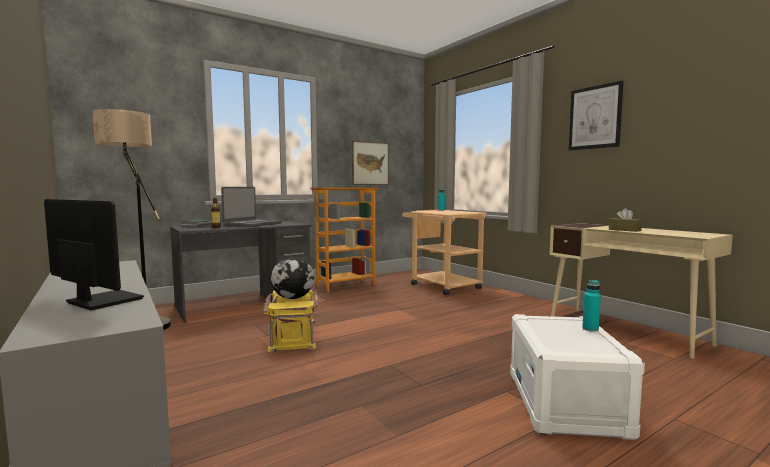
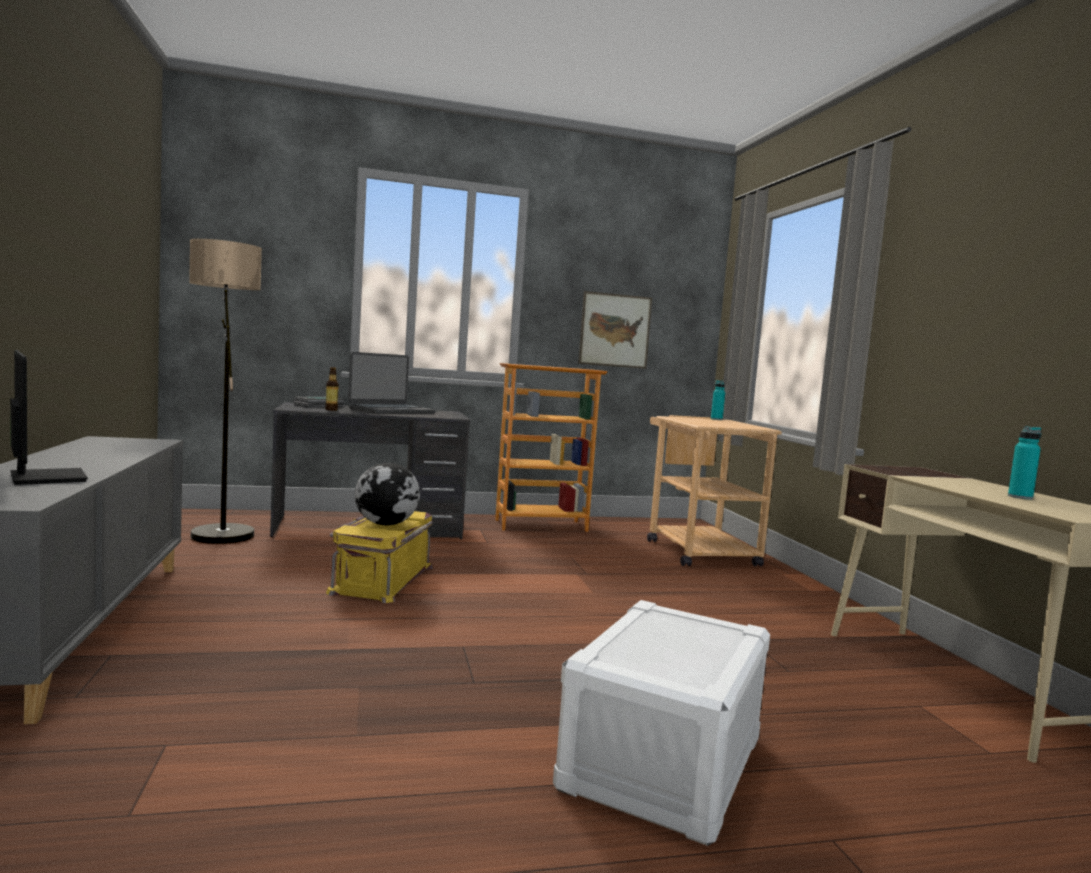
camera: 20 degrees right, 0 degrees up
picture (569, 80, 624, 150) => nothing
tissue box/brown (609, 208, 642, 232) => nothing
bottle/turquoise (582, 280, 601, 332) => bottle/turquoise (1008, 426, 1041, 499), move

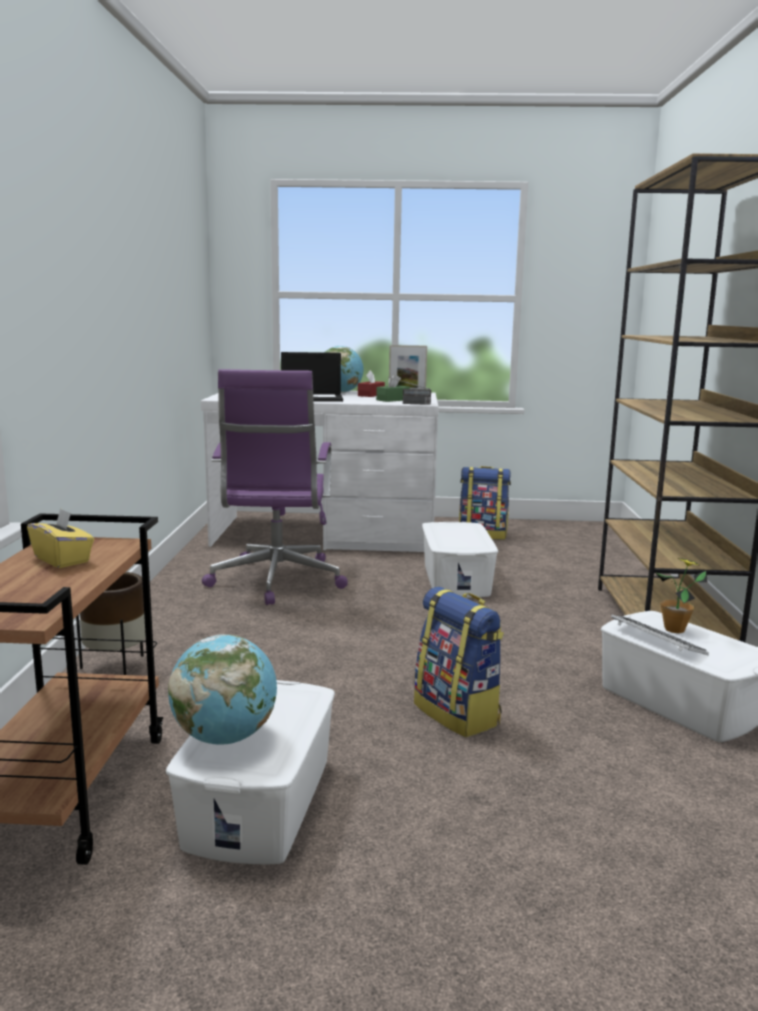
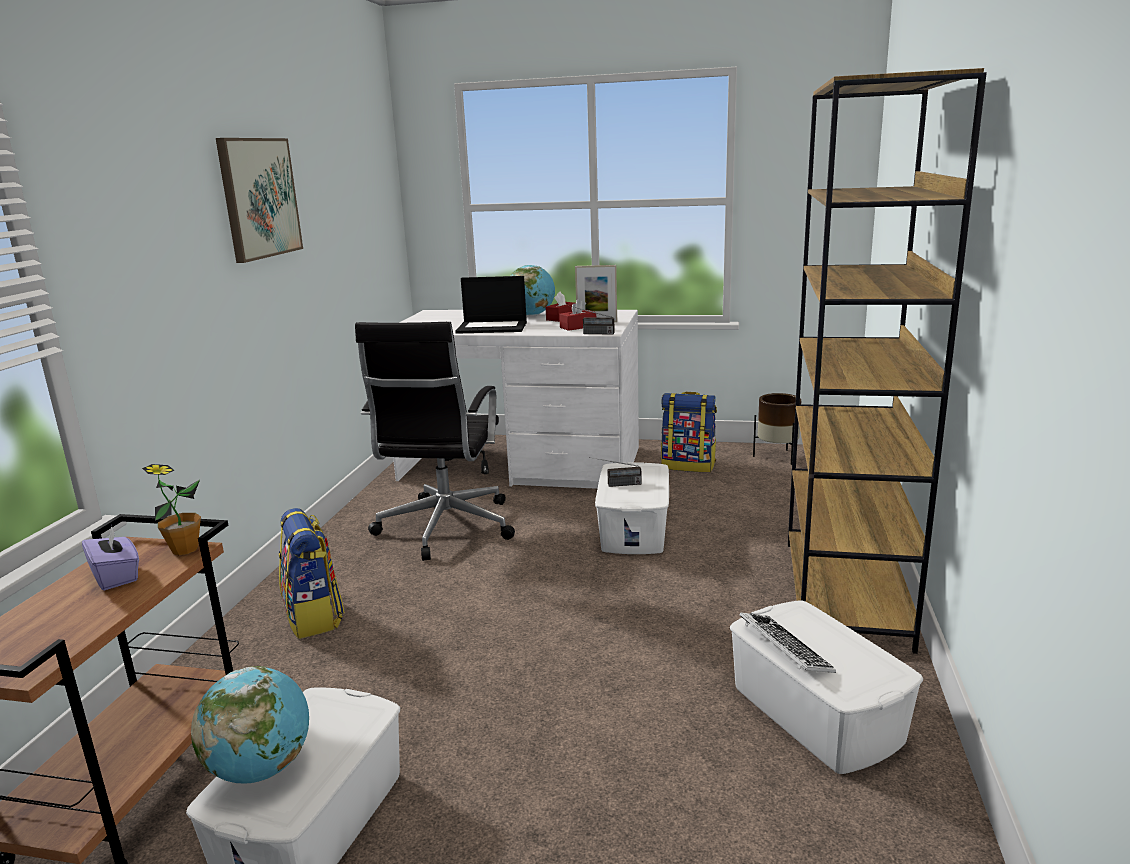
camera: 10 degrees right, 5 degrees up
nothing => picture (216, 138, 303, 263)
nothing => radio (589, 457, 641, 487)
planter/brown (76, 572, 146, 675) => planter/brown (753, 393, 801, 465), move
backpack (414, 587, 504, 737) => backpack (279, 508, 345, 639), move
potted plant (655, 558, 707, 633) => potted plant (142, 464, 201, 555), move
tissue box/yellow (27, 508, 94, 568) => tissue box/purple (82, 526, 139, 590)
office chair/purple (202, 369, 348, 605) => office chair/black (355, 322, 515, 561)
tissue box/green (376, 374, 410, 402) => tissue box/red (559, 299, 596, 331)

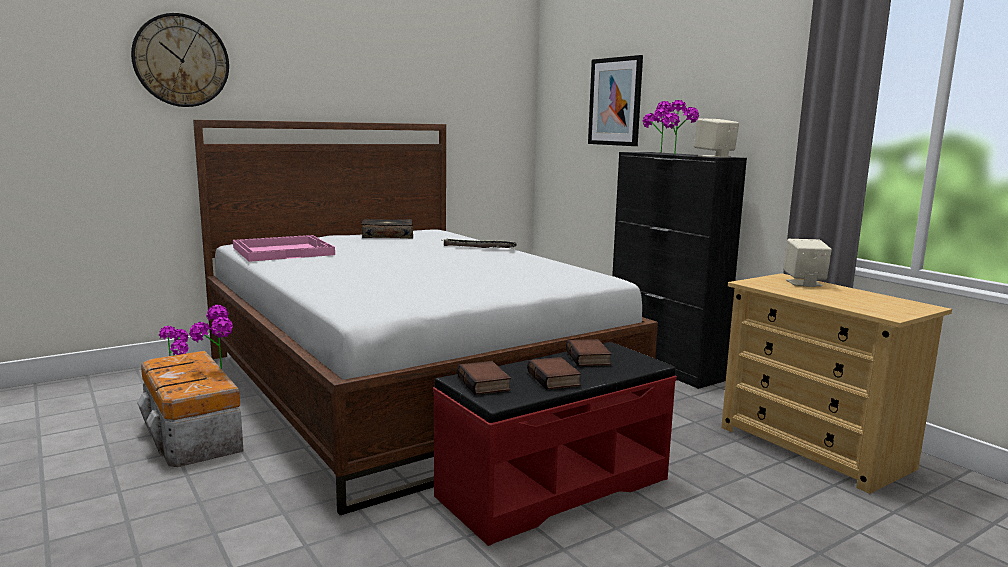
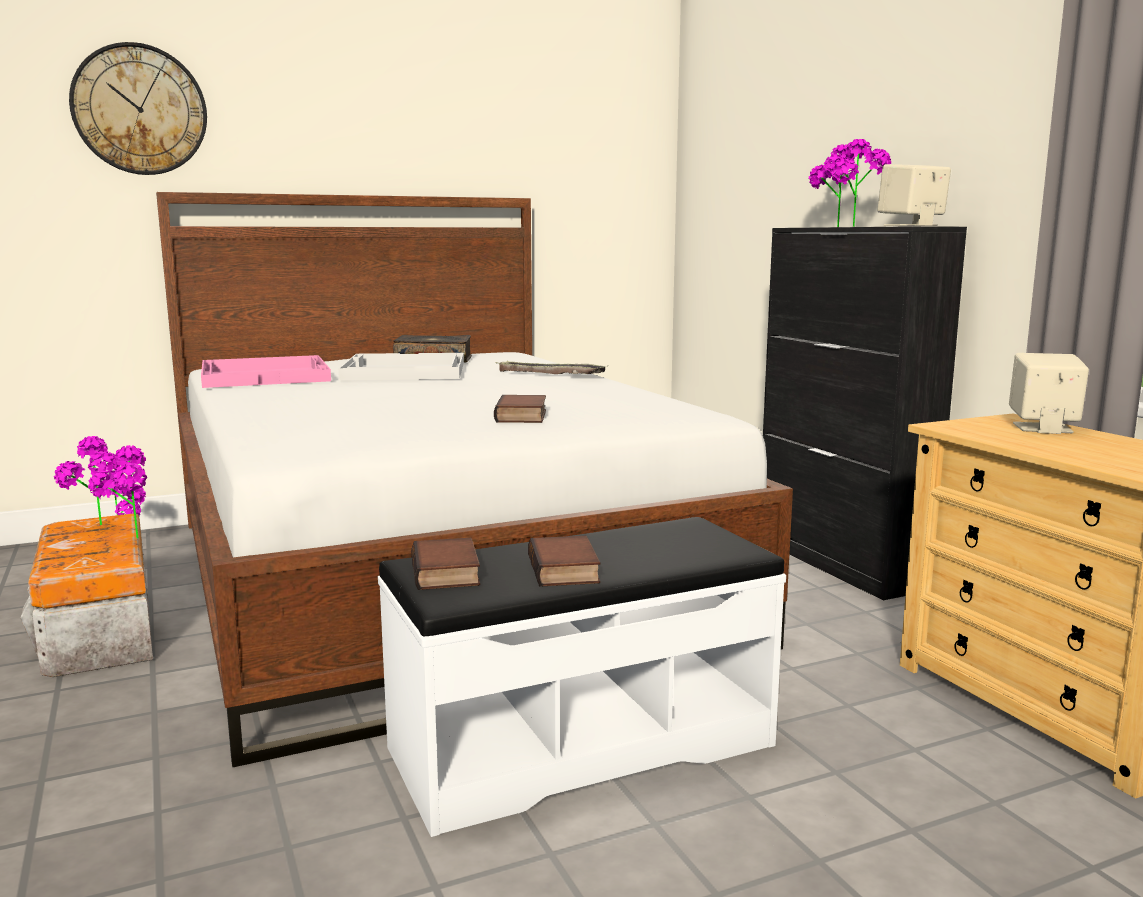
camera: 10 degrees right, 0 degrees up
picture (588, 55, 643, 146) => nothing
nothing => potted plant (54, 436, 120, 525)
nothing => tray/white (338, 353, 464, 380)
book (566, 339, 611, 366) => book (494, 395, 546, 423), move
bench/red (433, 342, 677, 546) => bench/white (378, 517, 786, 837)

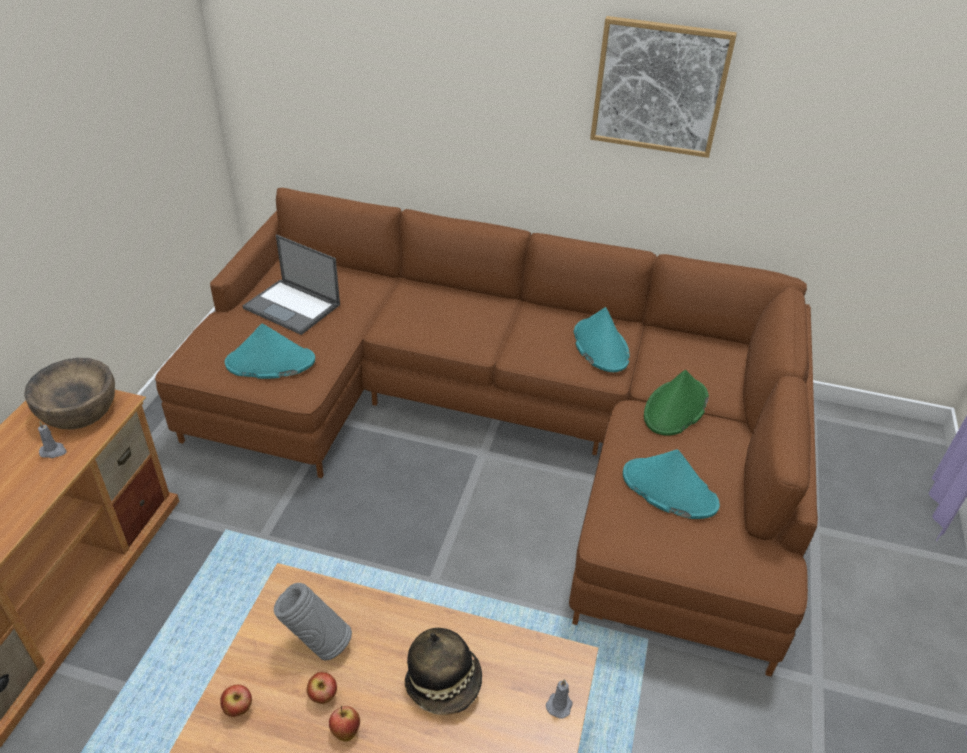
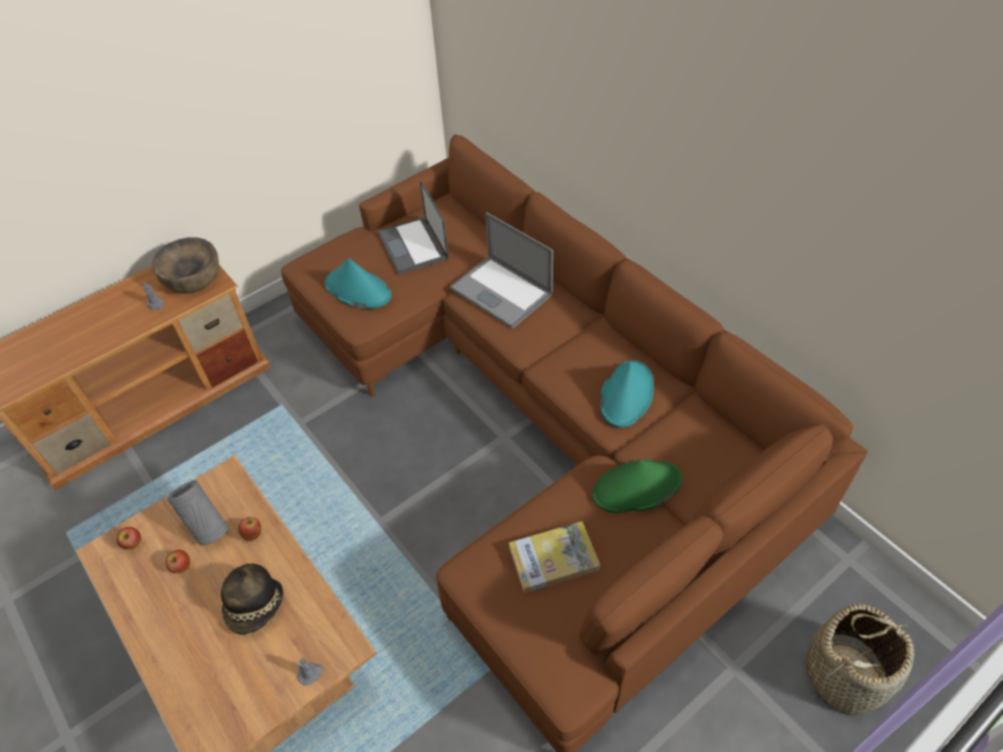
camera: 40 degrees right, 10 degrees up
picture (590, 16, 737, 158) => nothing
nothing => laptop (450, 212, 553, 328)
nothing => basket (805, 604, 914, 716)
apple (329, 706, 360, 741) => apple (238, 517, 261, 541), move
hat/turquoise (623, 449, 720, 519) => book (509, 521, 600, 593)

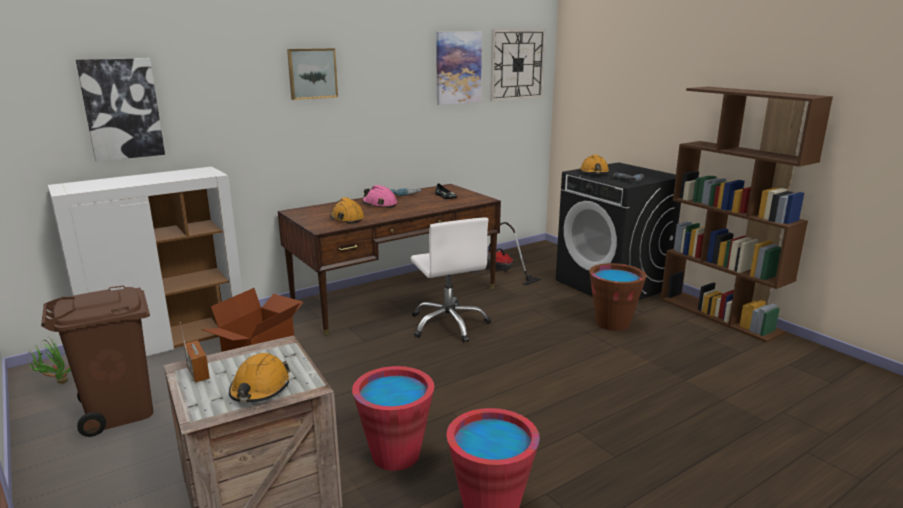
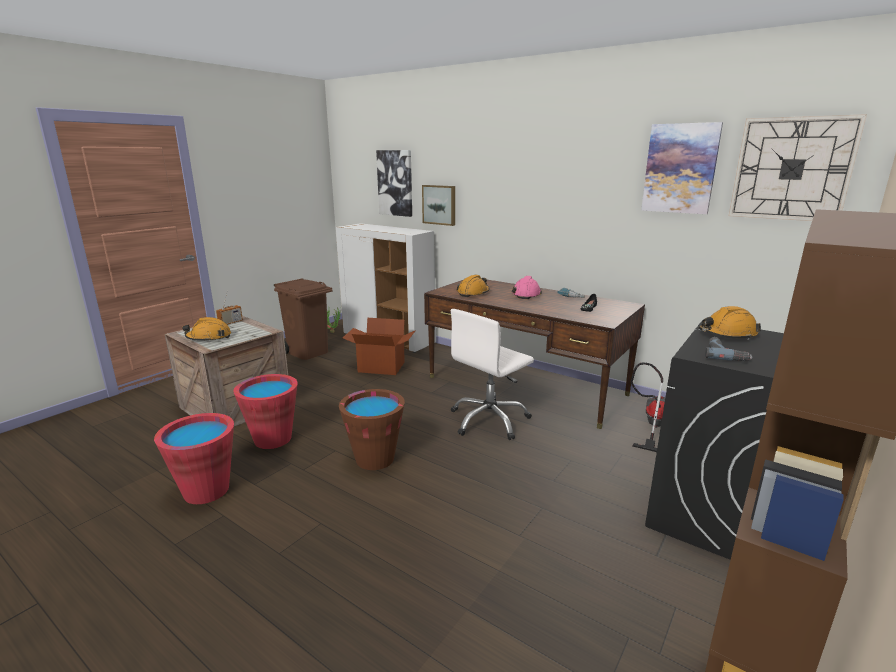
camera: 70 degrees right, 0 degrees up
picture (287, 48, 338, 100) => picture (422, 185, 455, 226), move
bucket/brown (589, 263, 647, 331) => bucket/brown (339, 389, 405, 470), move

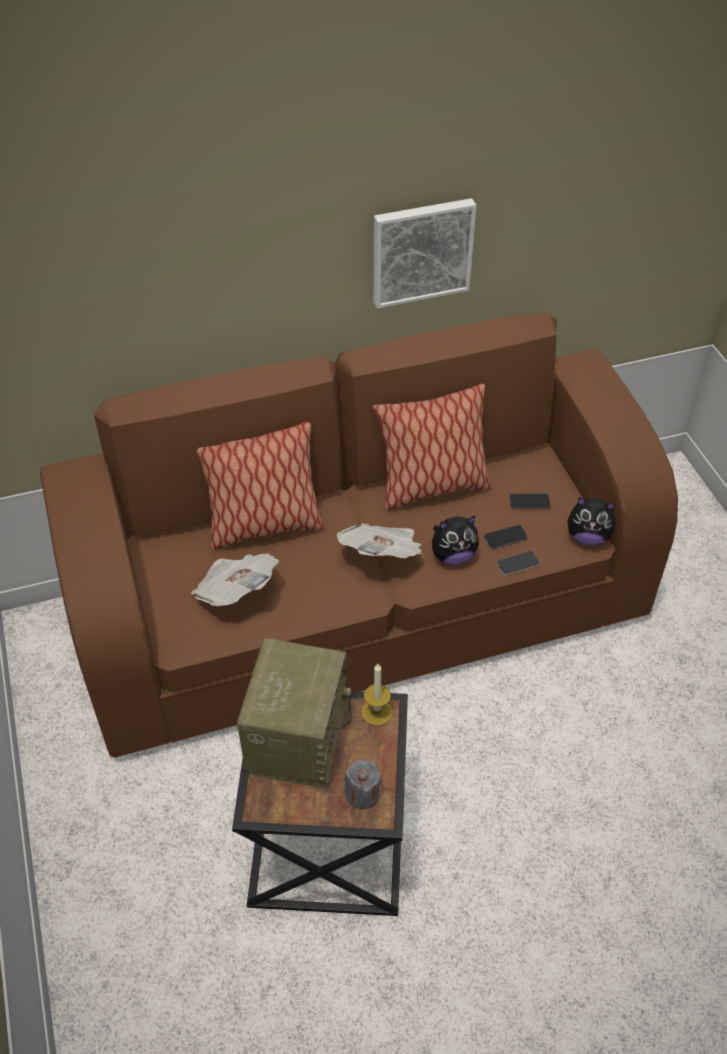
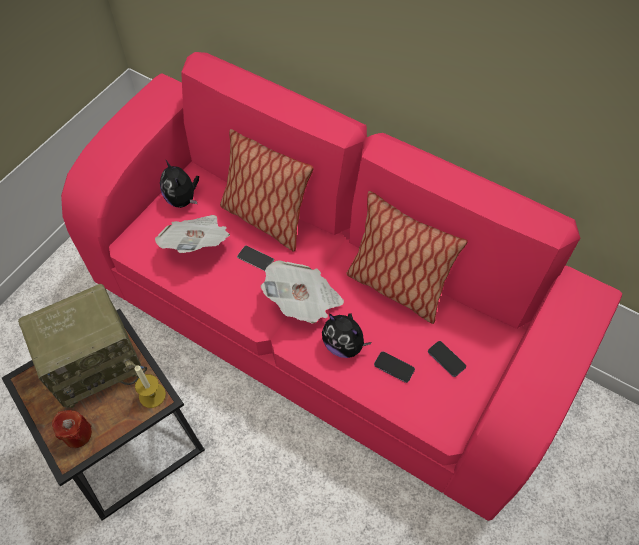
camera: 50 degrees right, 10 degrees up
picture (373, 198, 477, 309) => nothing
phone (496, 551, 541, 575) => phone (237, 245, 274, 271), move
plush toy (567, 497, 616, 546) => plush toy (160, 159, 199, 208), move
sofa/brown (40, 312, 678, 758) => sofa/pink (61, 52, 622, 521)
candle/grey (344, 760, 382, 809) => candle/red (52, 410, 92, 448)

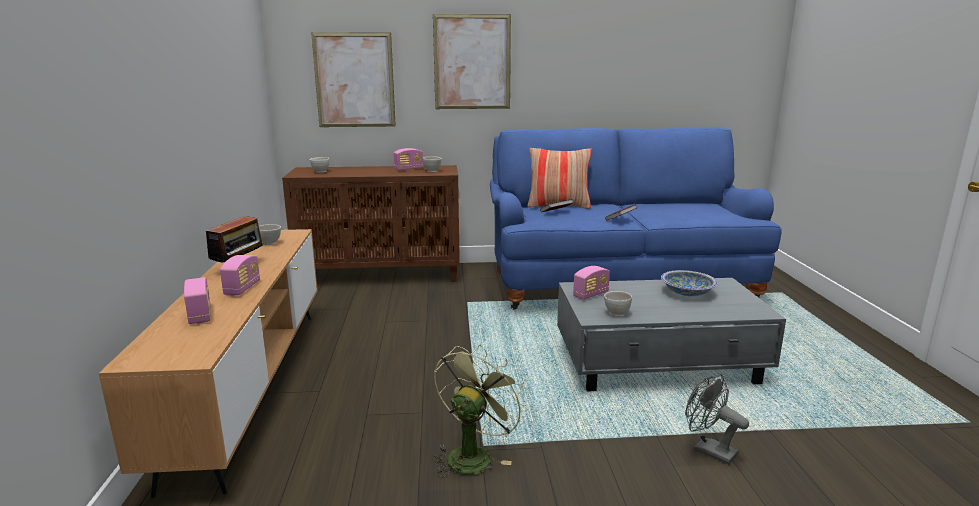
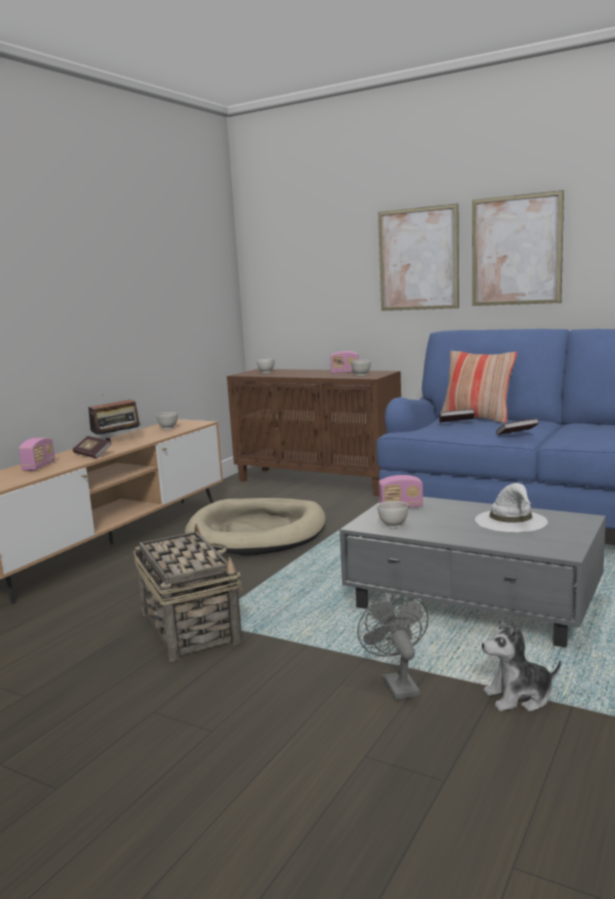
camera: 35 degrees right, 5 degrees down
nothing => dog bed/beige (185, 498, 326, 556)
nothing => plush toy (482, 619, 561, 712)
picture (311, 32, 396, 127) => picture (472, 190, 564, 306), move
radio (220, 255, 260, 296) => book (72, 436, 111, 458)
fan/green (432, 345, 527, 478) => basket (133, 523, 242, 662)
bowl (661, 270, 718, 296) => hat/white (475, 483, 548, 532)

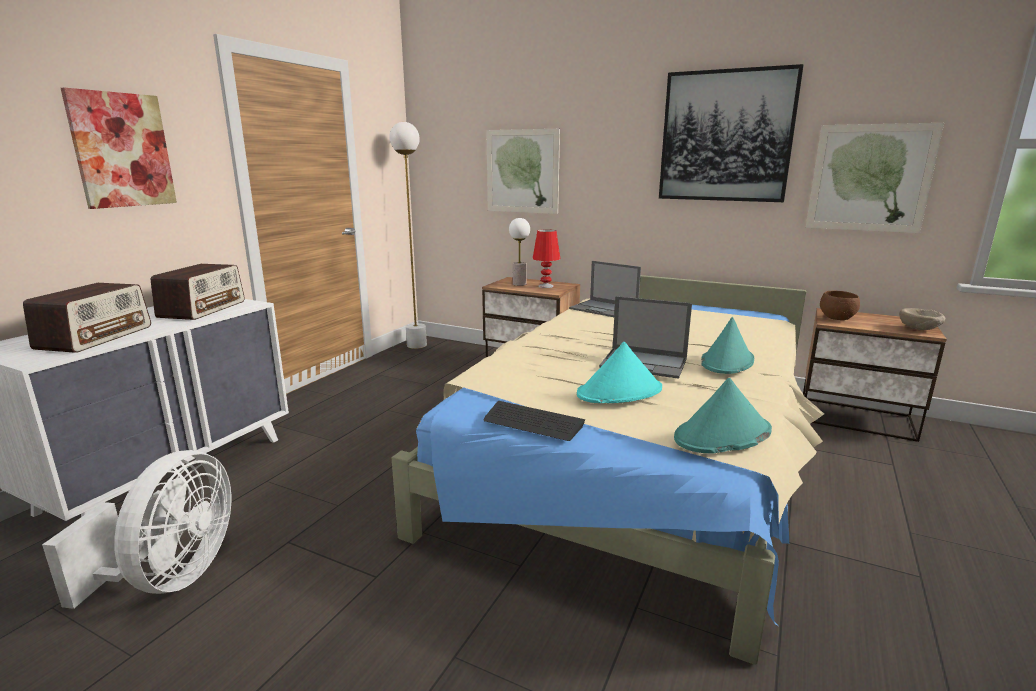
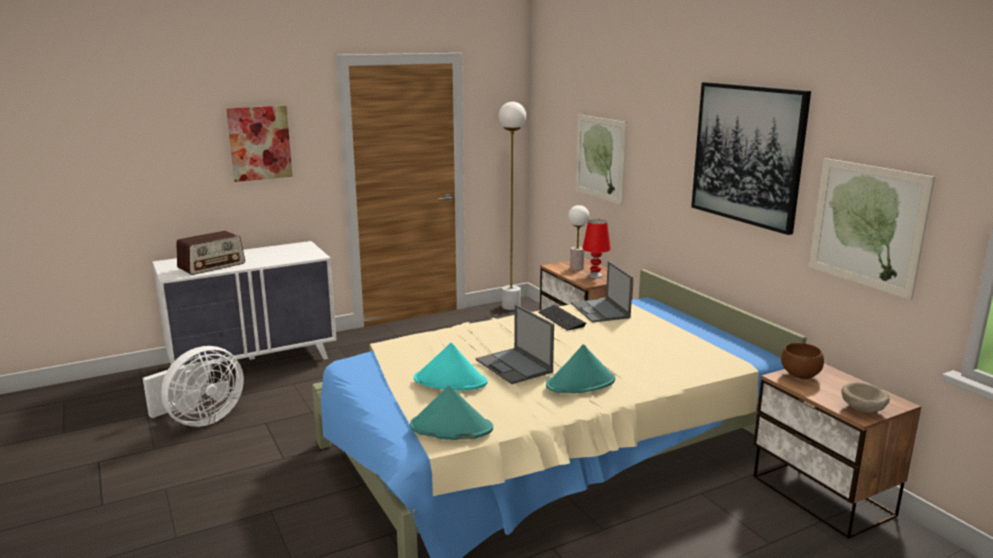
camera: 35 degrees right, 0 degrees up
radio (151, 264, 245, 320) => nothing
keyboard (483, 401, 585, 441) => keyboard (538, 305, 586, 330), move

